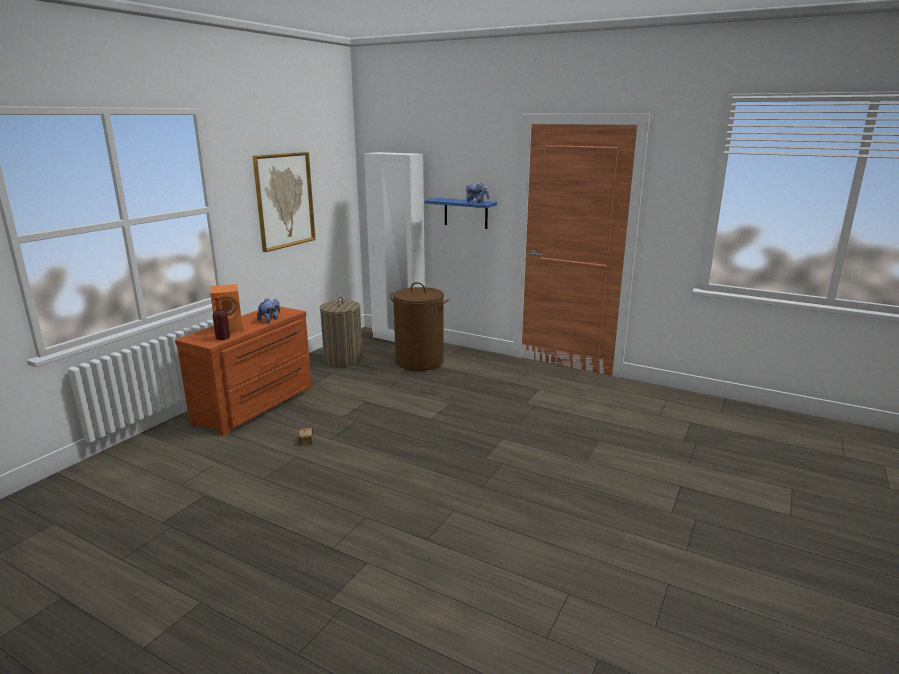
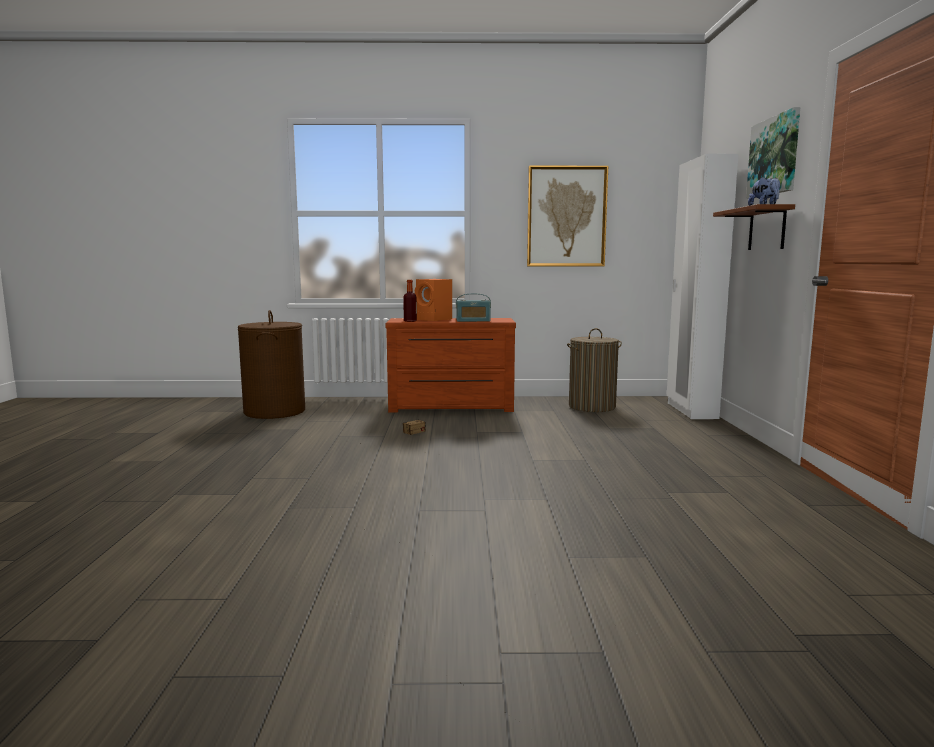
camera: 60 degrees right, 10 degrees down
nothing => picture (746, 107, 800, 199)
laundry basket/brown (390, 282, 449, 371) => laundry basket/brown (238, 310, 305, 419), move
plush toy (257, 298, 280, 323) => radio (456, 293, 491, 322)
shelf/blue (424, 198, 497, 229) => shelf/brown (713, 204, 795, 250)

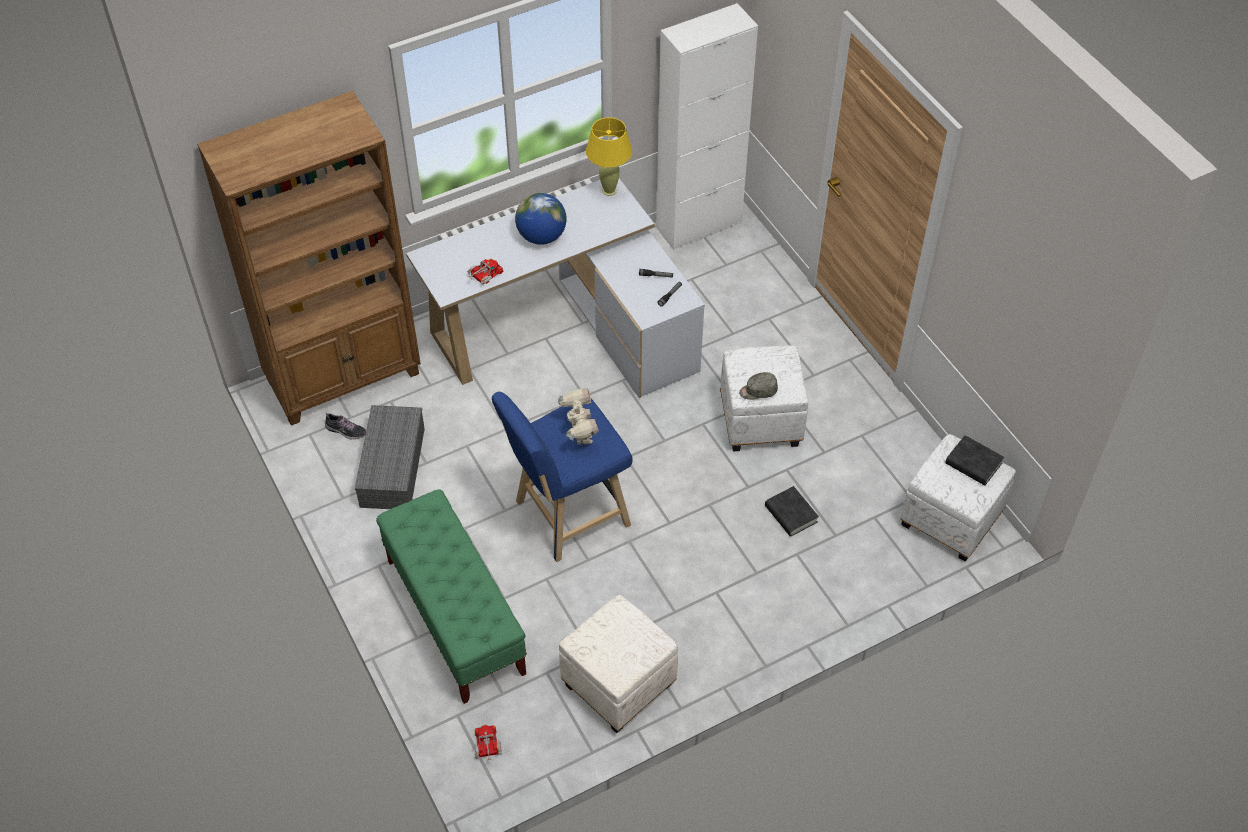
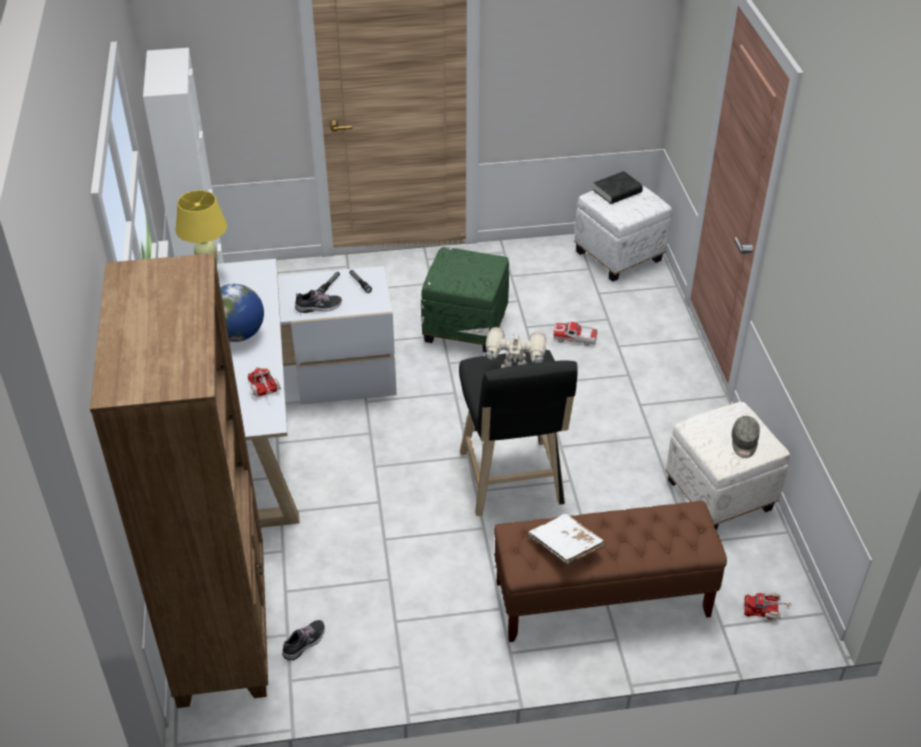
camera: 70 degrees left, 10 degrees down
storage box/grey (355, 405, 425, 509) => nothing
nothing => shoe (295, 290, 342, 313)
nothing => book/white (528, 514, 605, 566)
cap/grey (739, 372, 778, 400) => cap/grey (732, 416, 760, 458), move
book/black (765, 486, 819, 537) => toy car (553, 322, 598, 346)
bench/green (376, 489, 527, 704) => bench/brown (494, 501, 727, 642)
stool/blue (492, 392, 633, 562) => stool/black (459, 350, 577, 516)
ottoman/white (720, 345, 808, 452) => ottoman/green (421, 247, 509, 352)

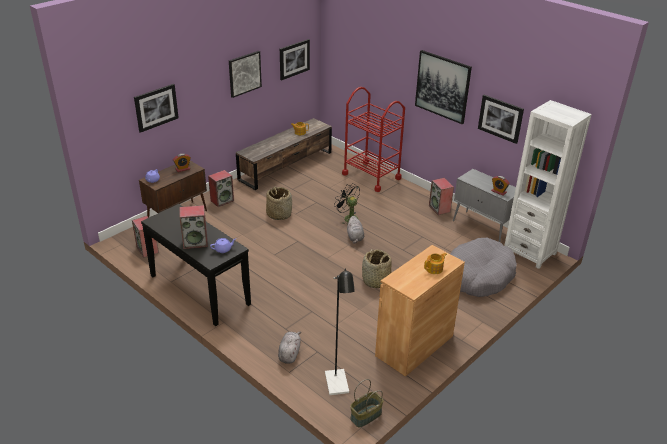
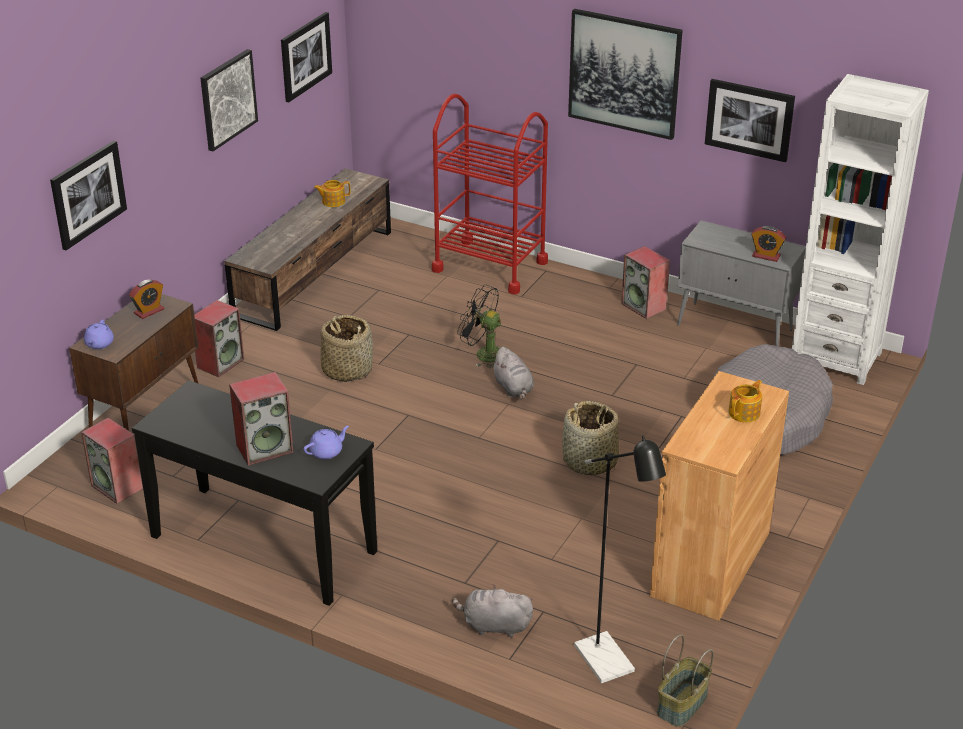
camera: 15 degrees left, 0 degrees up
plush toy/grey (278, 331, 301, 364) => plush toy/grey (452, 584, 533, 637), 75 degrees counterclockwise

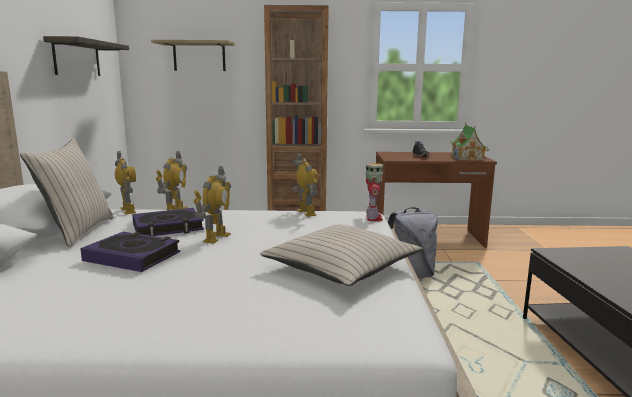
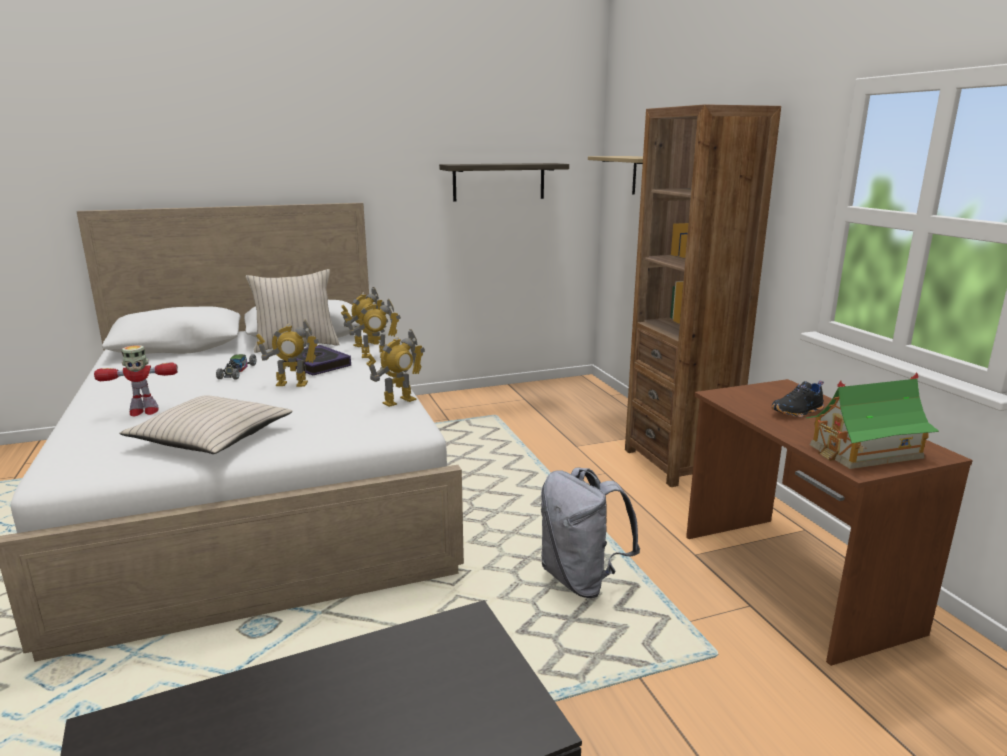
camera: 70 degrees right, 5 degrees up
toy robot (366, 163, 383, 221) => toy robot (94, 345, 178, 416), move
book (80, 232, 180, 272) => toy car (216, 354, 256, 379)

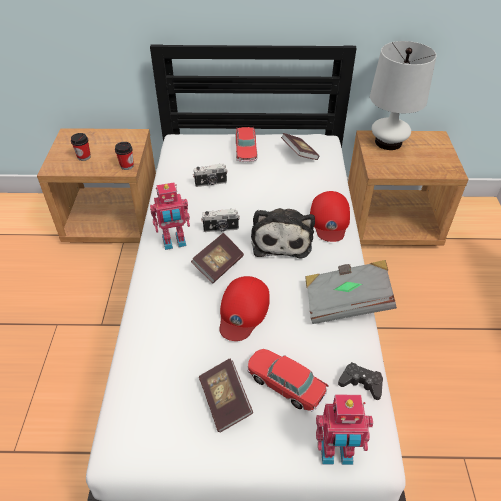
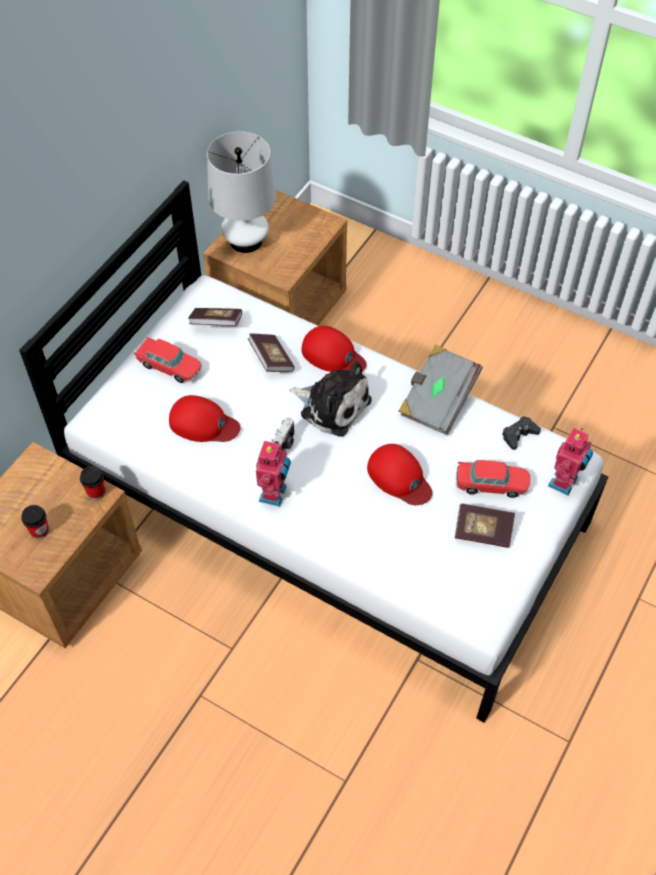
camera: 60 degrees left, 10 degrees up
book (191, 233, 244, 283) => book (248, 334, 294, 372), move
photo camera (193, 164, 228, 187) => cap/red (169, 395, 240, 442)
toy car (247, 349, 329, 411) => toy car (456, 460, 530, 498), 150 degrees counterclockwise

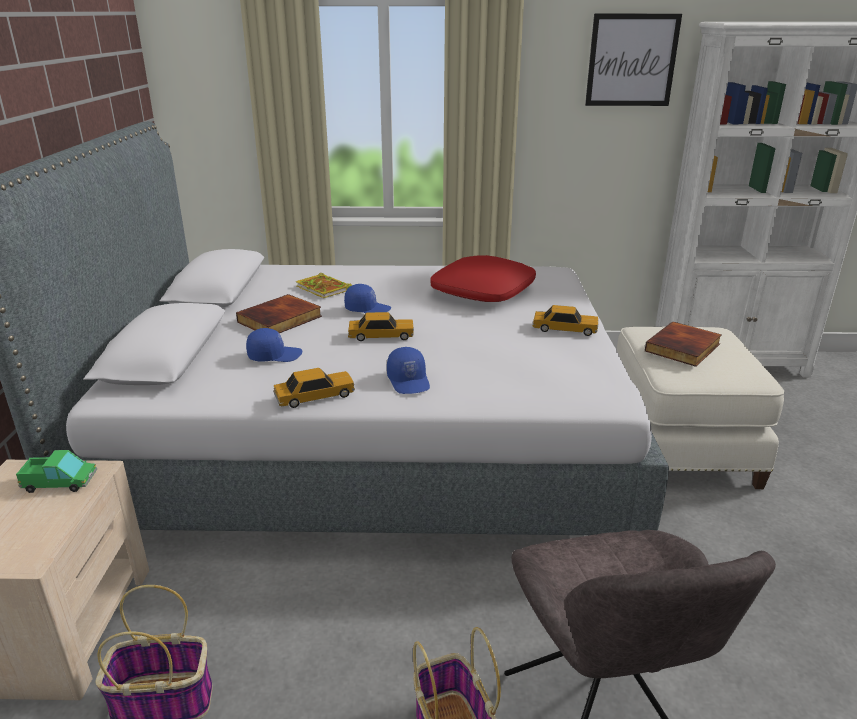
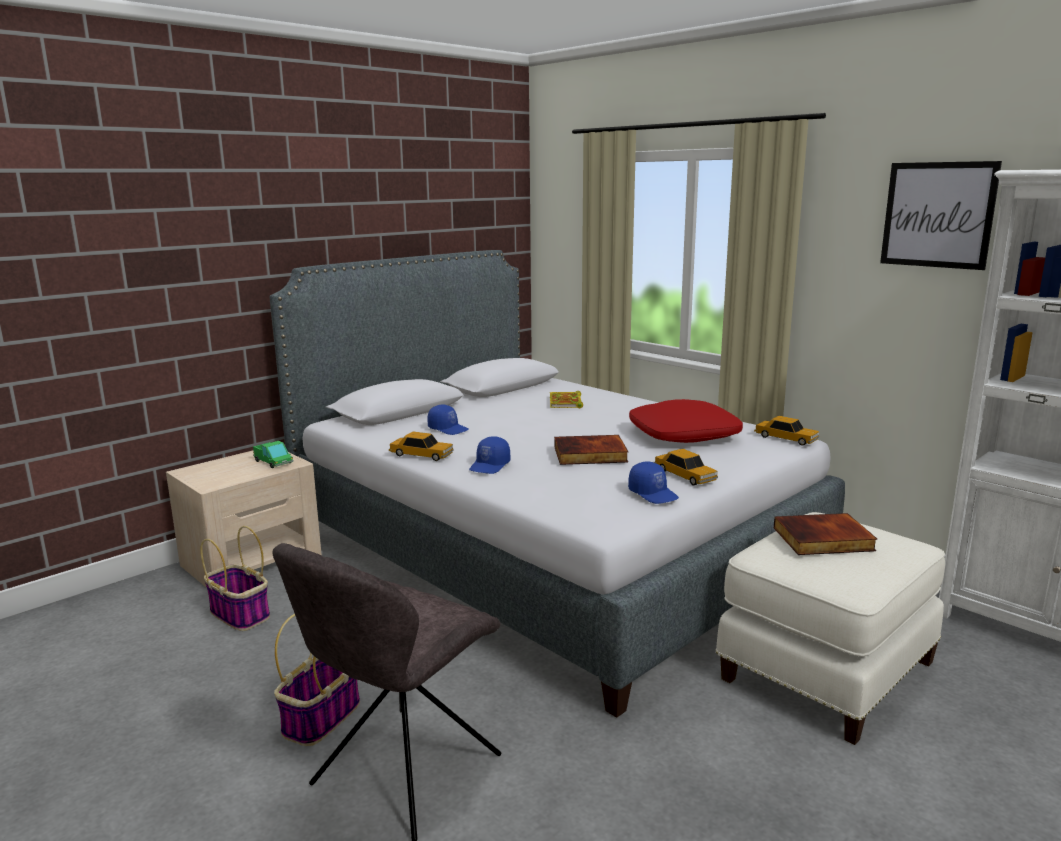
camera: 45 degrees right, 10 degrees down
book (236, 294, 322, 333) => book (554, 435, 628, 465), move
cap/blue (344, 284, 391, 313) => cap/blue (628, 461, 679, 504), move
toy car (348, 312, 414, 341) => toy car (754, 416, 819, 446), move

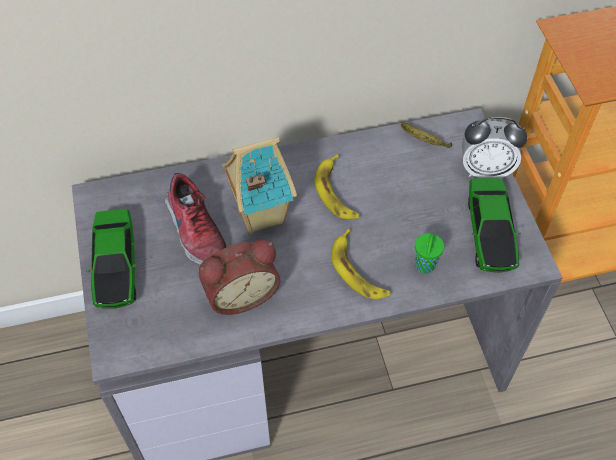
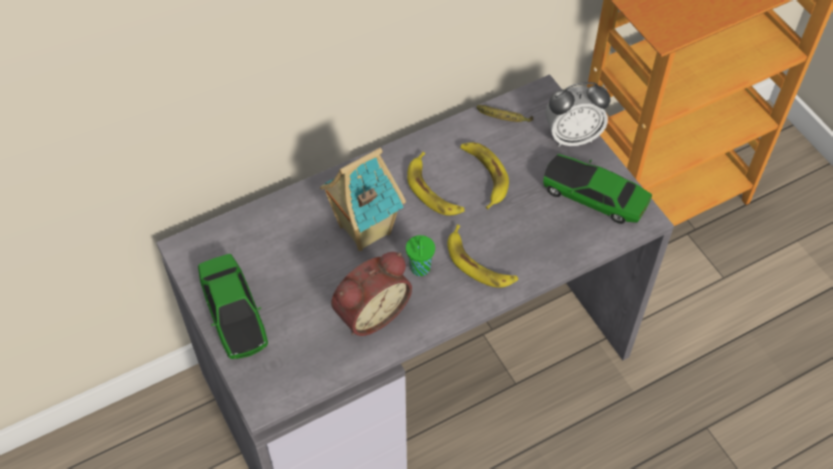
camera: 15 degrees left, 0 degrees up
shoe (165, 173, 226, 265) => nothing
nothing => banana (460, 143, 509, 209)
cup/green (415, 233, 444, 273) => cup/green (406, 235, 435, 276), move
toy car (468, 178, 521, 273) => toy car (543, 154, 652, 224), 135 degrees clockwise

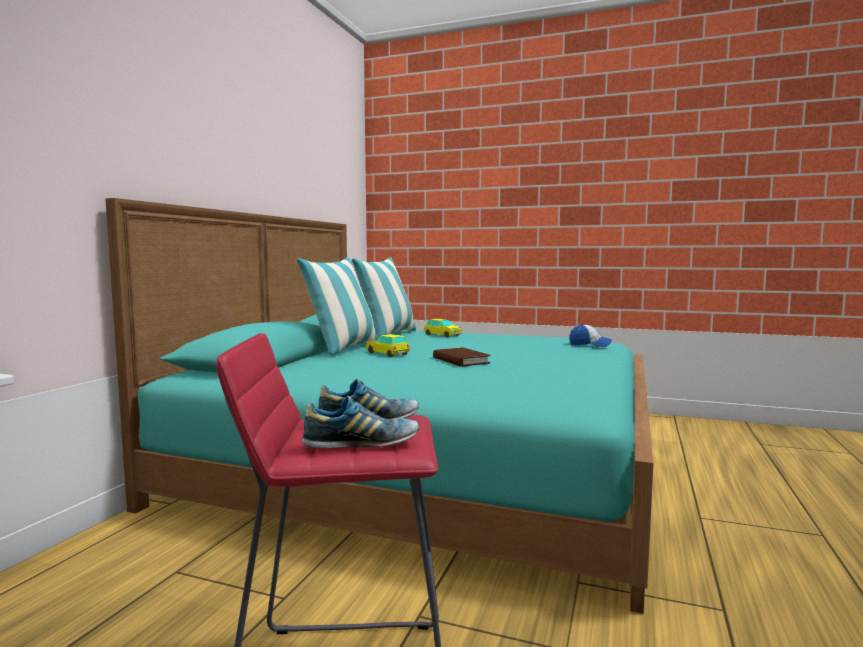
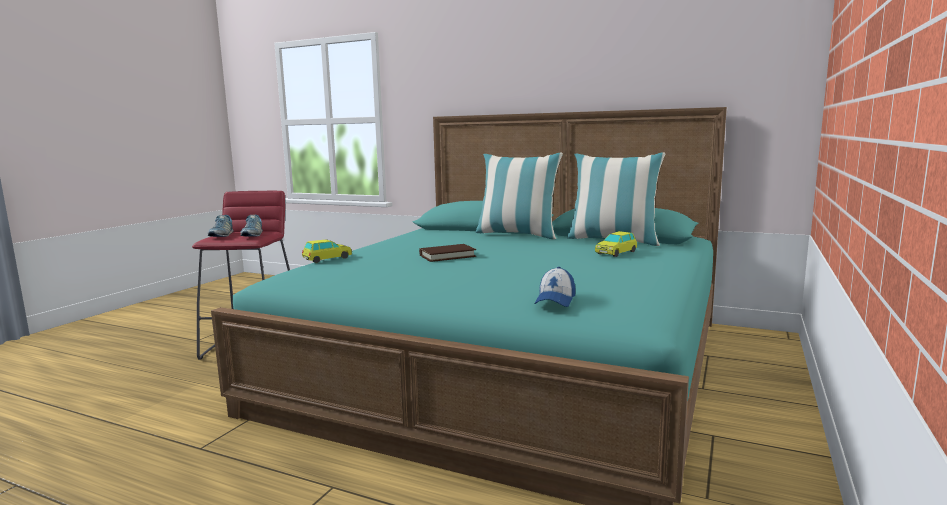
camera: 95 degrees right, 5 degrees up
toy car (366, 334, 409, 357) => toy car (302, 239, 352, 263), move

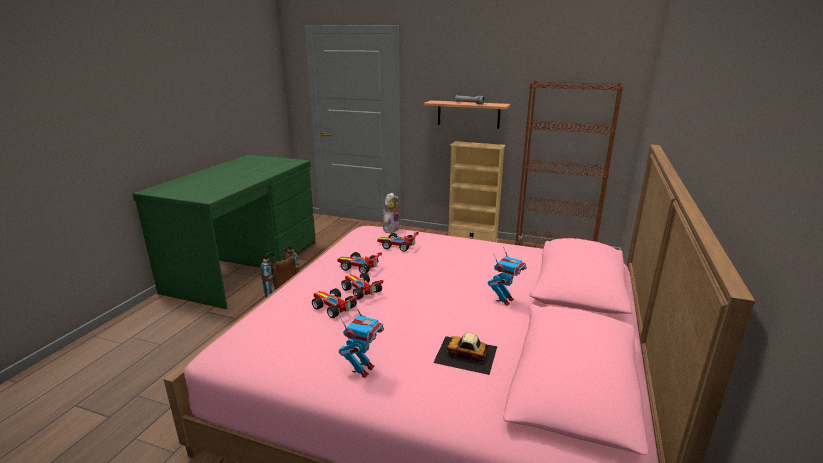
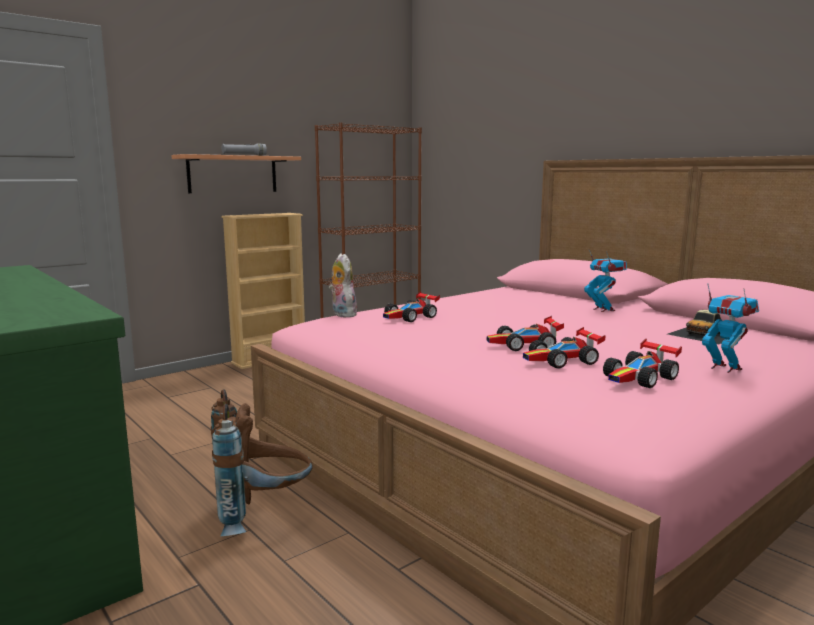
camera: 60 degrees left, 10 degrees down
toy car (337, 252, 382, 274) => toy car (603, 339, 682, 388), move

